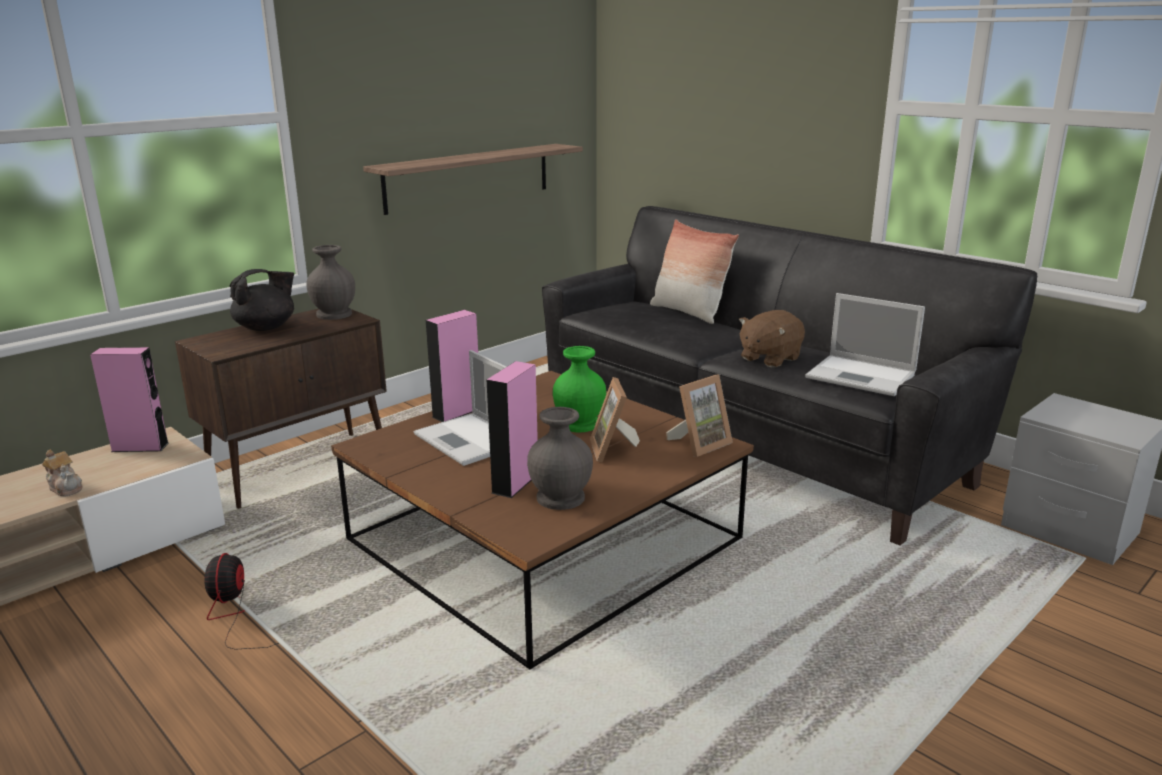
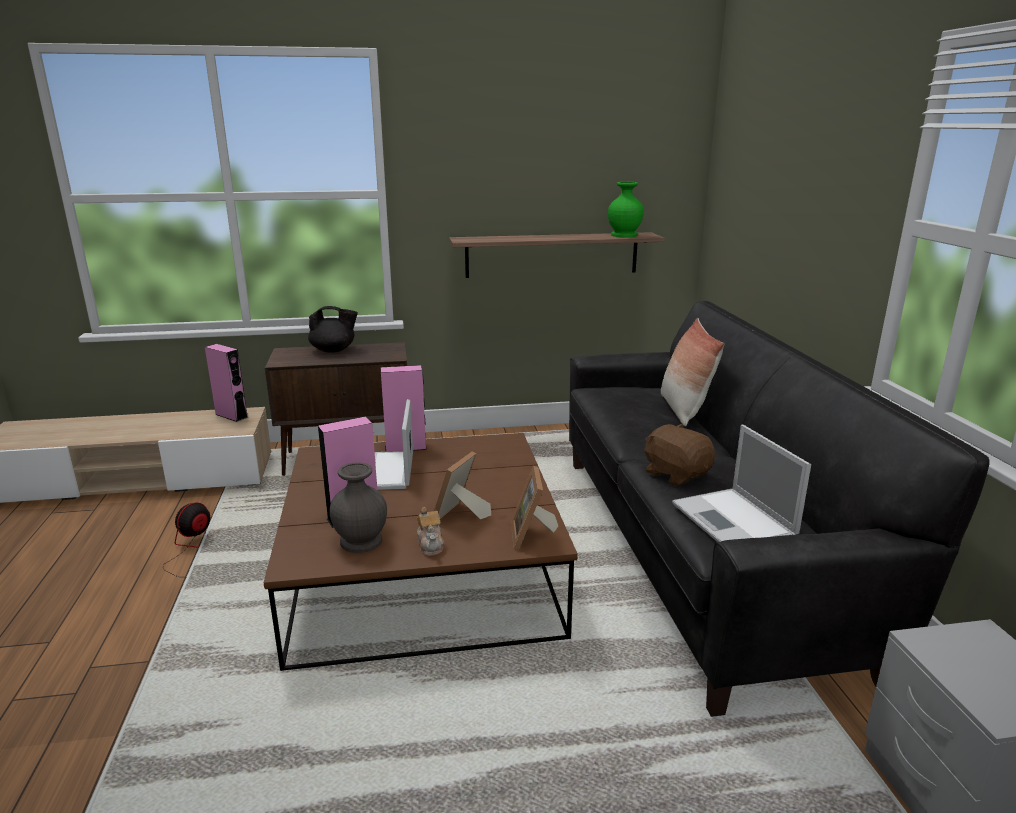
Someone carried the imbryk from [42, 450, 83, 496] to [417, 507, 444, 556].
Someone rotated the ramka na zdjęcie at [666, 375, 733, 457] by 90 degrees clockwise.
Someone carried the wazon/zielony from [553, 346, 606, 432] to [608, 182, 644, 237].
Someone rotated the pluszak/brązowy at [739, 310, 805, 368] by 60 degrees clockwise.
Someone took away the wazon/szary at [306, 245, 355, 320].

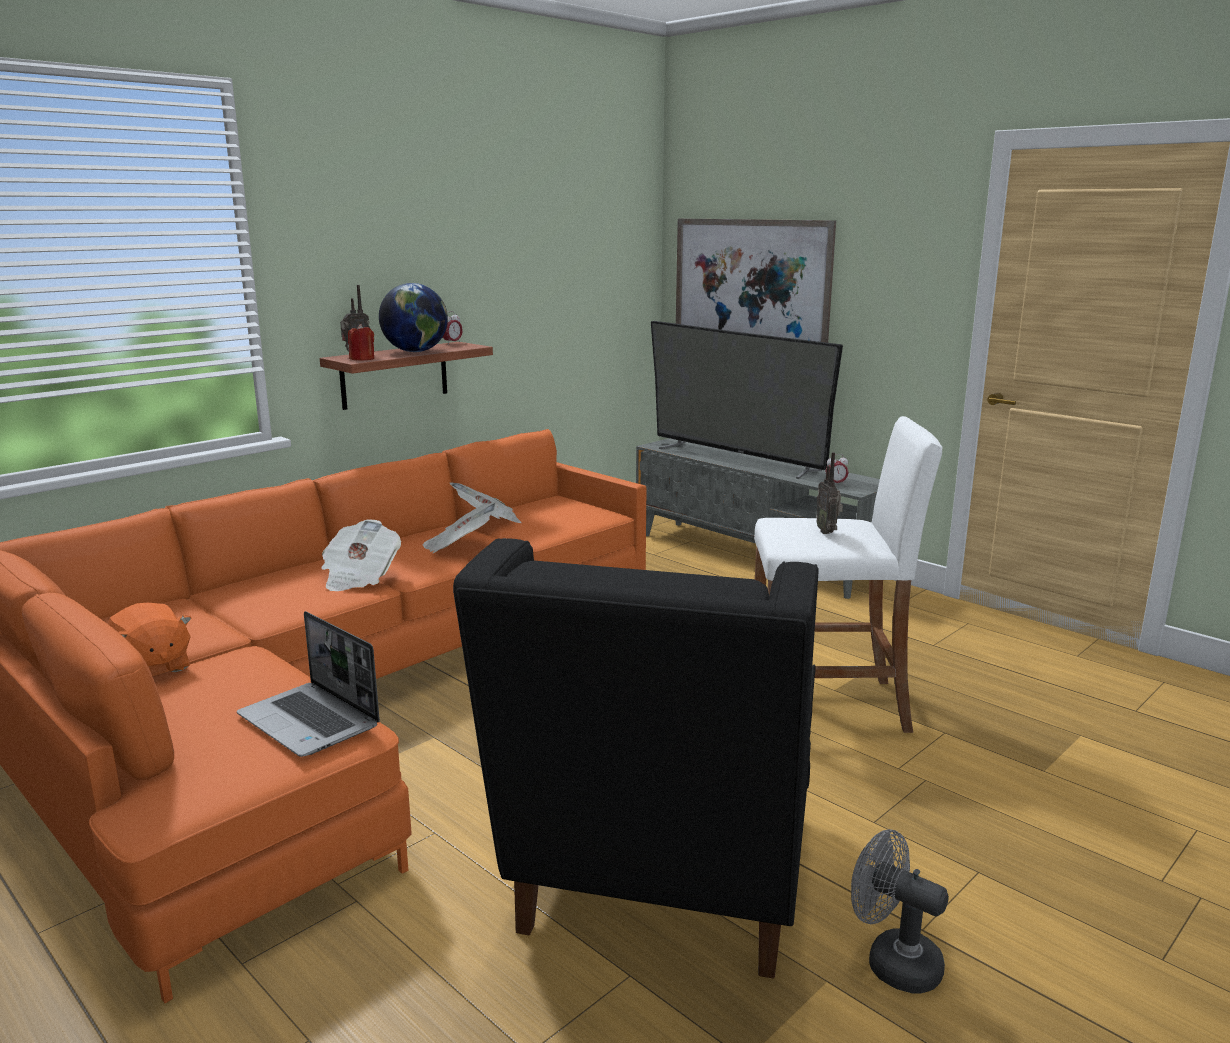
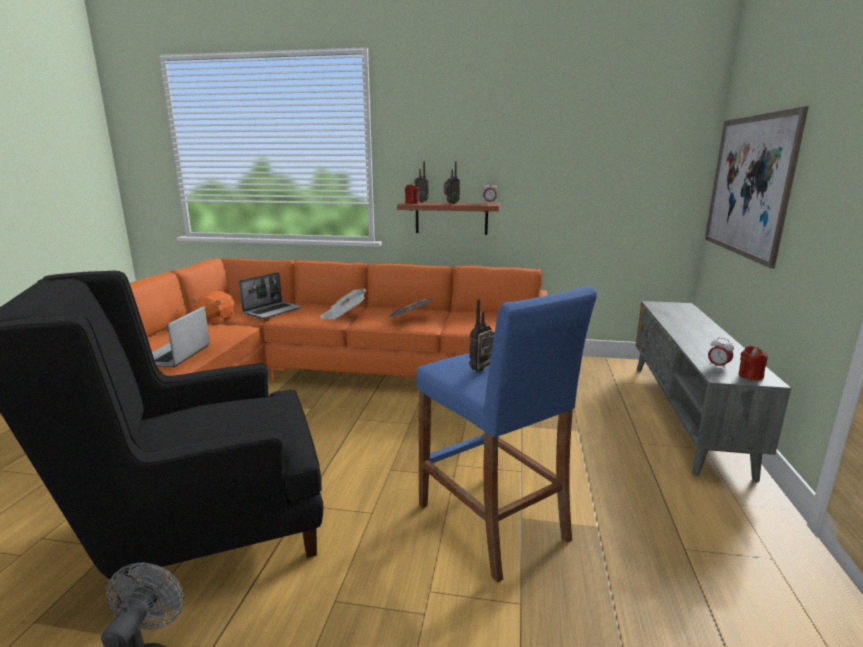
Someone put down the laptop at [239, 272, 302, 319].
Someone repainted the stołek/biały at [754, 416, 942, 733], which became the stołek/niebieski at [416, 286, 597, 583].
Someone swapped the globus at [379, 283, 448, 352] for the radio at [444, 161, 460, 204].
Someone put down the świeca/czerwony at [738, 346, 768, 380].
Someone took away the gazeta at [450, 482, 521, 523].
Someone took away the telewizor at [651, 321, 843, 479].

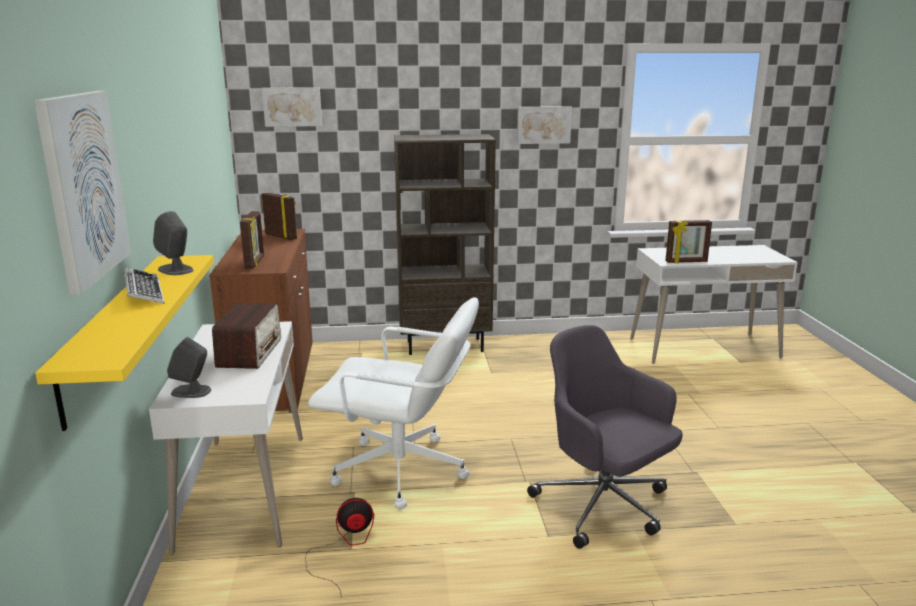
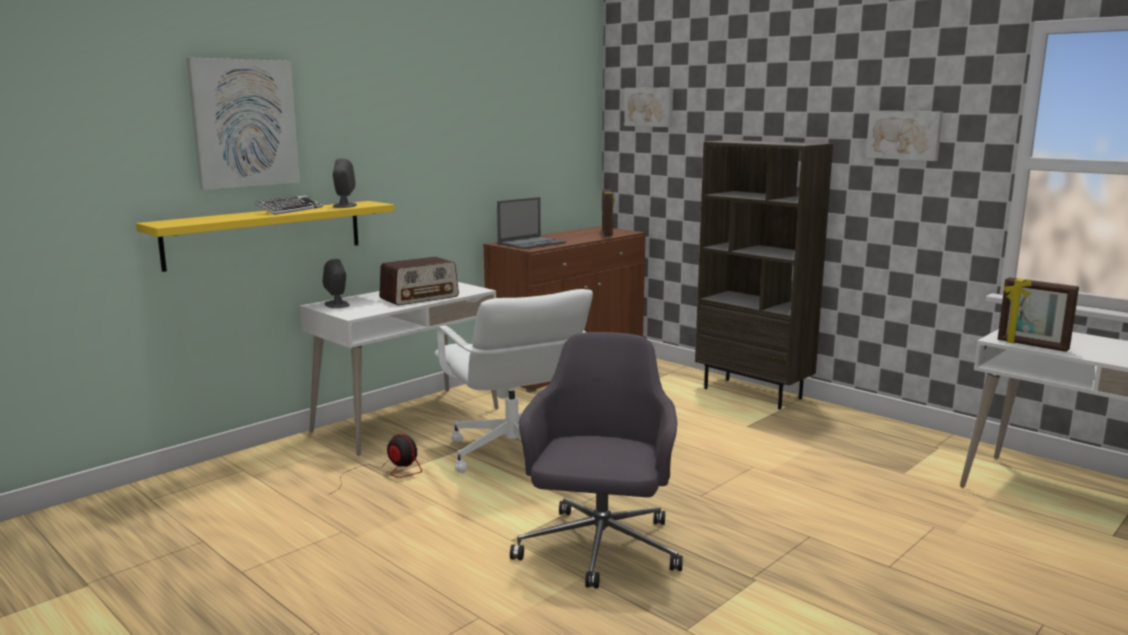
Someone swapped the ramka na zdjęcie at [240, 211, 264, 269] for the laptop at [497, 197, 566, 249].

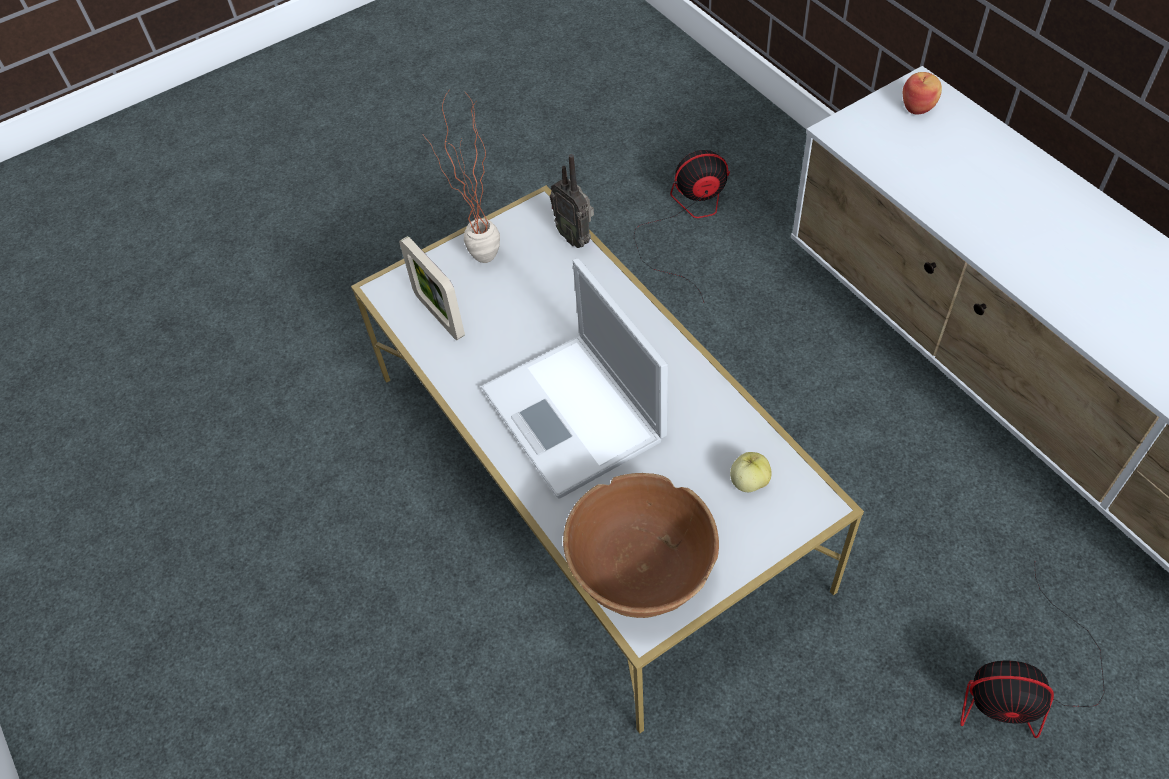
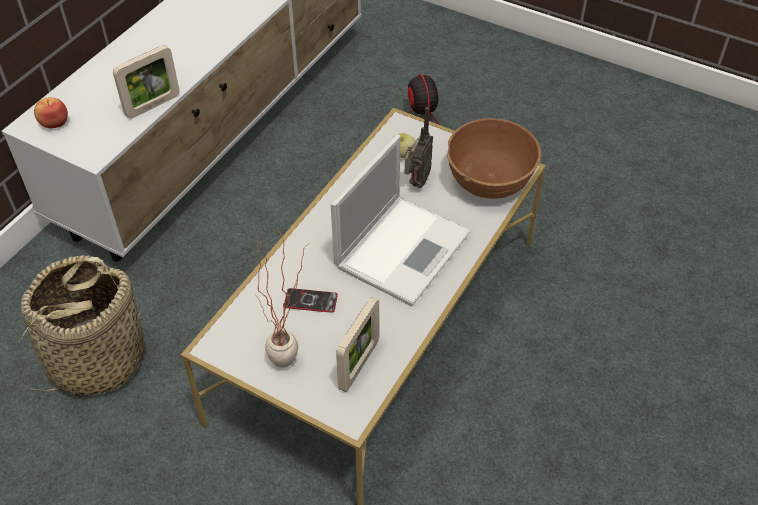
Someone swapped the wentylator at [633, 150, 730, 302] for the koszyk at [19, 255, 144, 397].
Someone put down the ramka na zdjęcie at [113, 45, 180, 119].
Someone put down the telefon at [284, 288, 338, 313].
Someone carried the radio from [550, 154, 594, 248] to [405, 107, 433, 188].

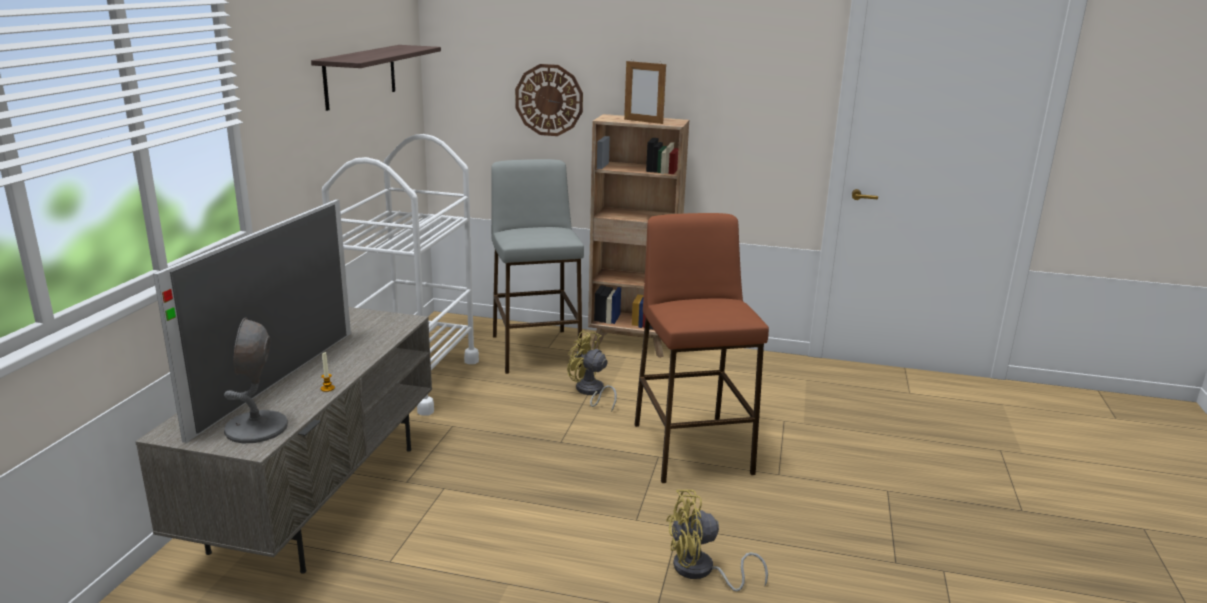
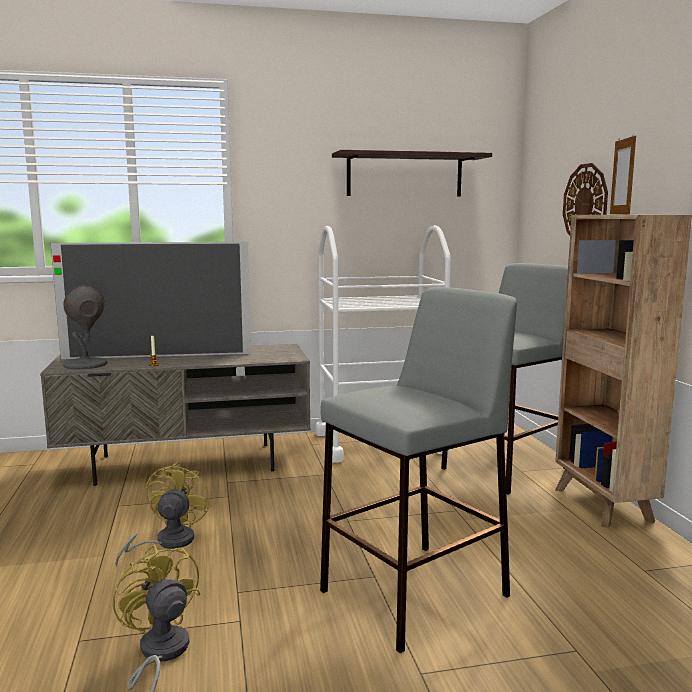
Someone carried the wentylator/żółty from [567, 331, 617, 412] to [115, 462, 211, 566].
Someone repainted the stołek/brązowy at [635, 213, 769, 483], which became the stołek/szary at [320, 287, 517, 653].

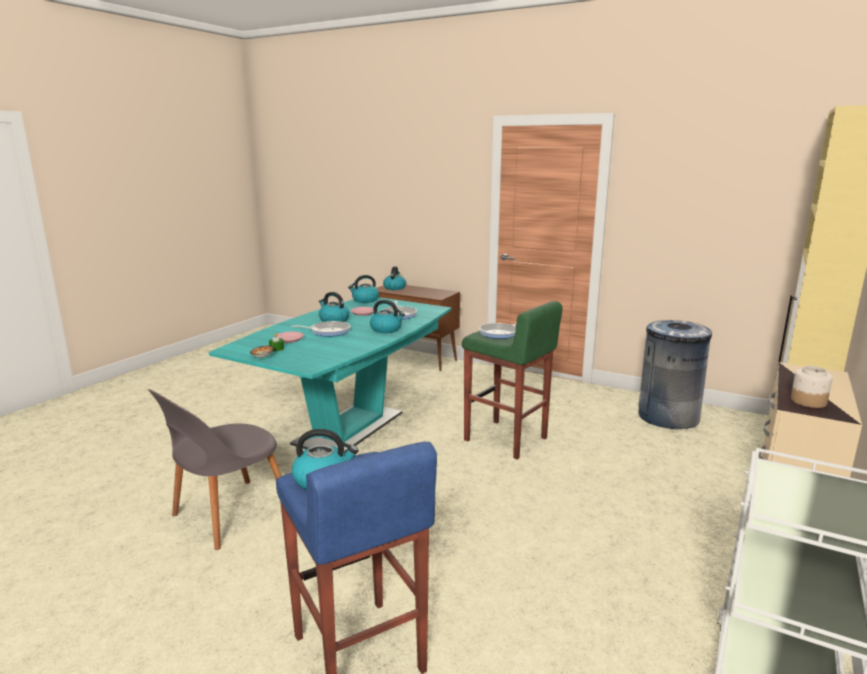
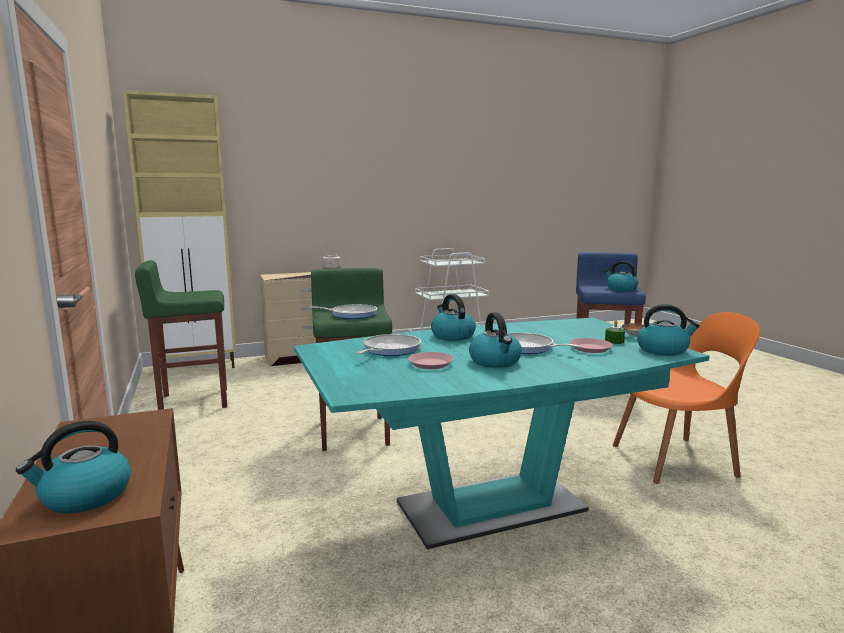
Someone swapped the kosz na śmieci/szary at [638, 320, 712, 429] for the stołek/zielony at [135, 260, 227, 410].
Someone repainted the krzesło/szary at [148, 389, 281, 550], which became the krzesło/pomarańczowy at [613, 312, 760, 484].
Someone carried the czajnik from [348, 275, 379, 303] to [637, 304, 700, 356].

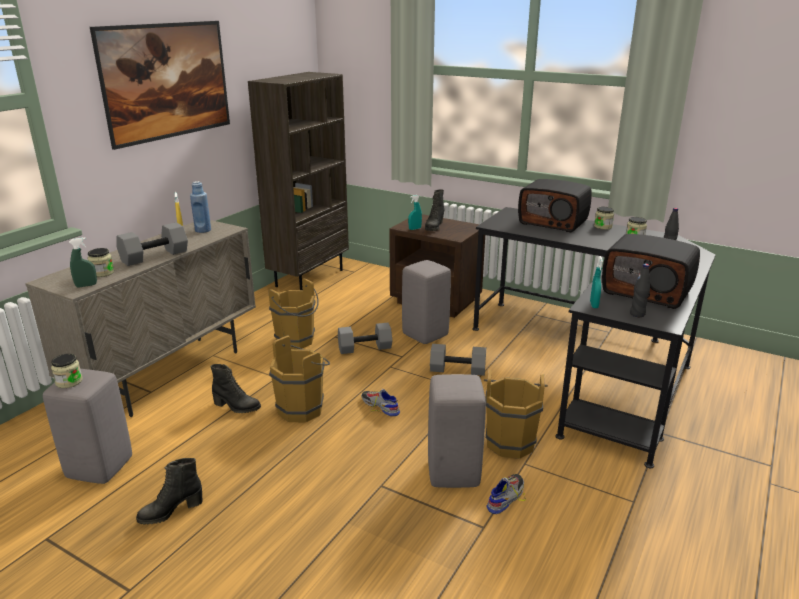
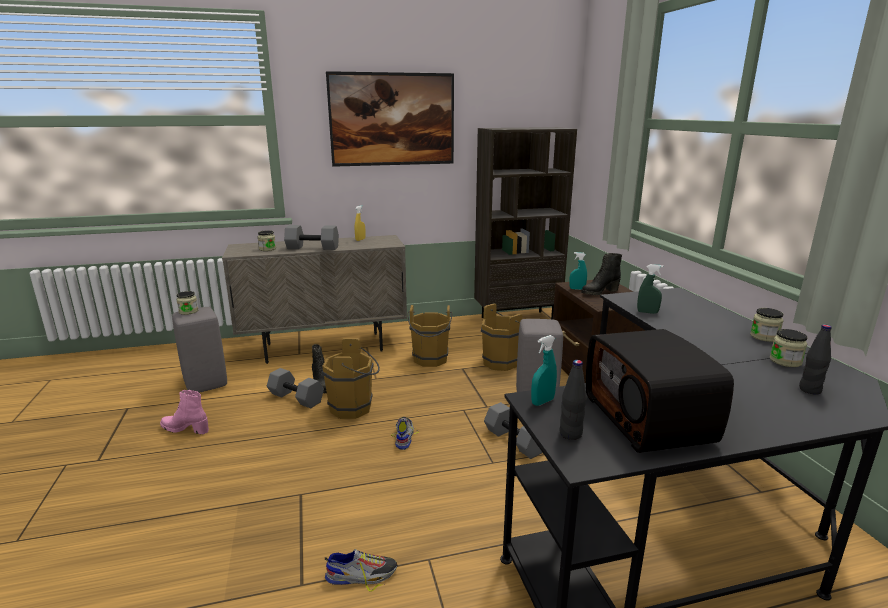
Someone repainted the but z cholewką/czarny at [136, 458, 203, 524], which became the but z cholewką/różowy at [160, 390, 209, 434].
Someone carried the hantel/szary from [338, 322, 392, 354] to [267, 368, 324, 408].
Someone carried the wiadro/brązowy from [484, 370, 548, 459] to [481, 303, 522, 371].
Someone carried the spryskiwacz/zielony from [69, 238, 97, 288] to [637, 264, 663, 314].
Someone took away the butelka/niebieski at [190, 181, 211, 233].
Someone took away the stołek/szary at [428, 374, 486, 488].
Someone took away the radio at [518, 179, 592, 233].

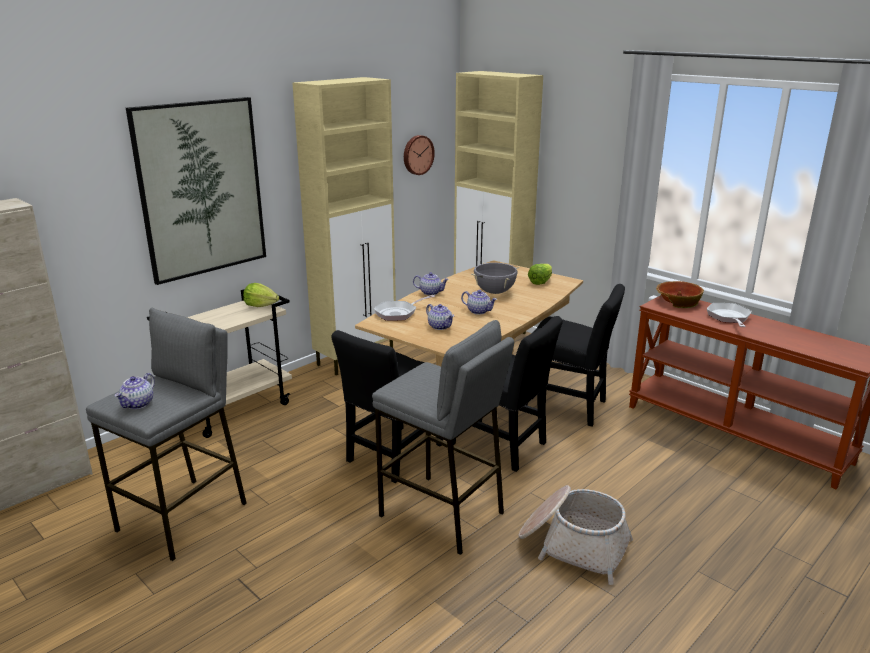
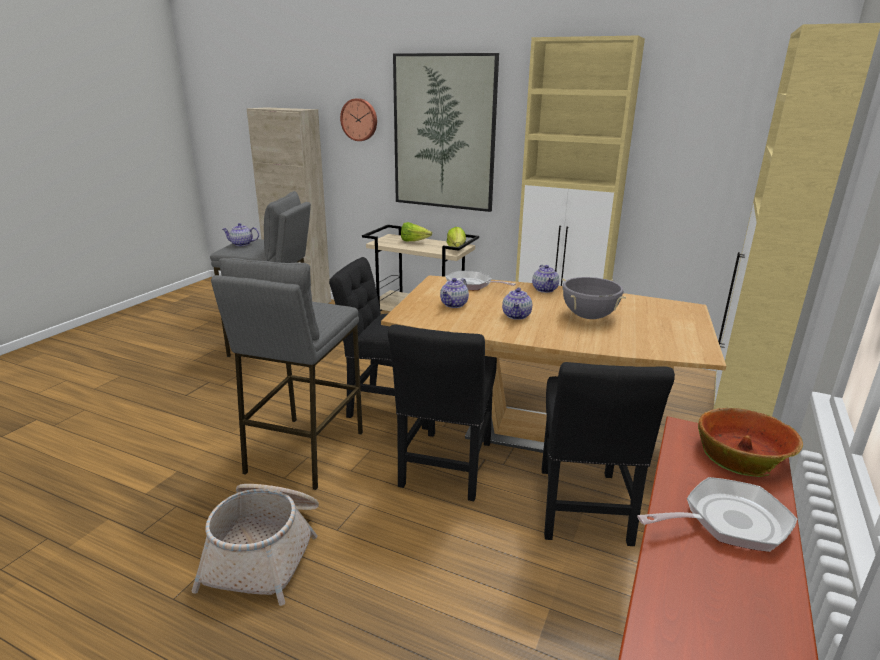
Someone carried the zegar ścienny from [404, 135, 435, 175] to [340, 98, 377, 141].
Someone carried the sałata from [528, 264, 552, 285] to [401, 222, 432, 242].

